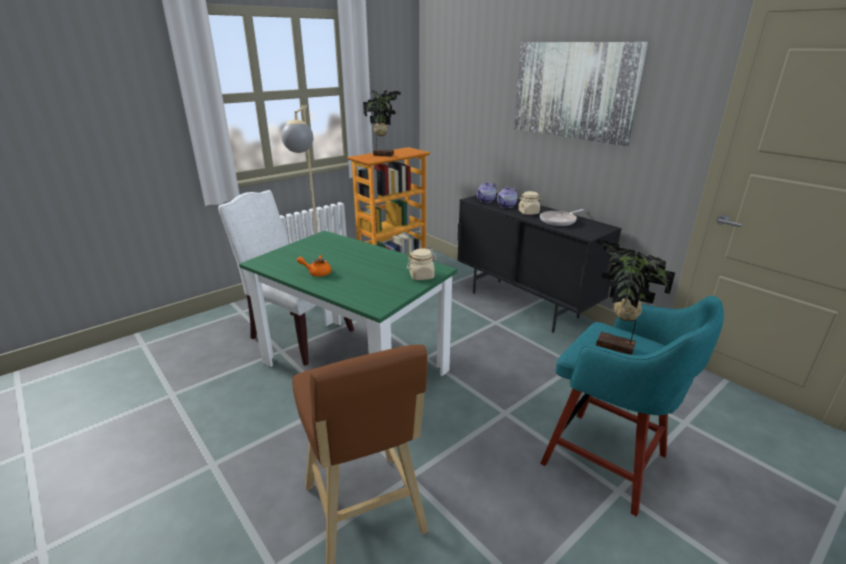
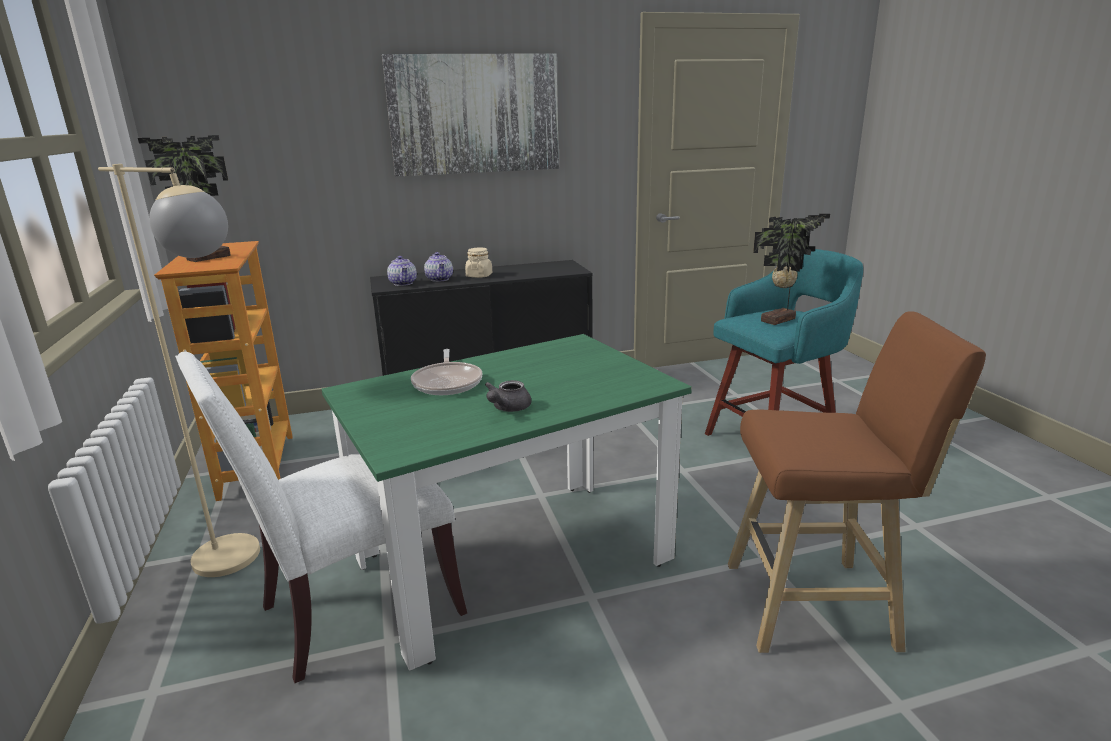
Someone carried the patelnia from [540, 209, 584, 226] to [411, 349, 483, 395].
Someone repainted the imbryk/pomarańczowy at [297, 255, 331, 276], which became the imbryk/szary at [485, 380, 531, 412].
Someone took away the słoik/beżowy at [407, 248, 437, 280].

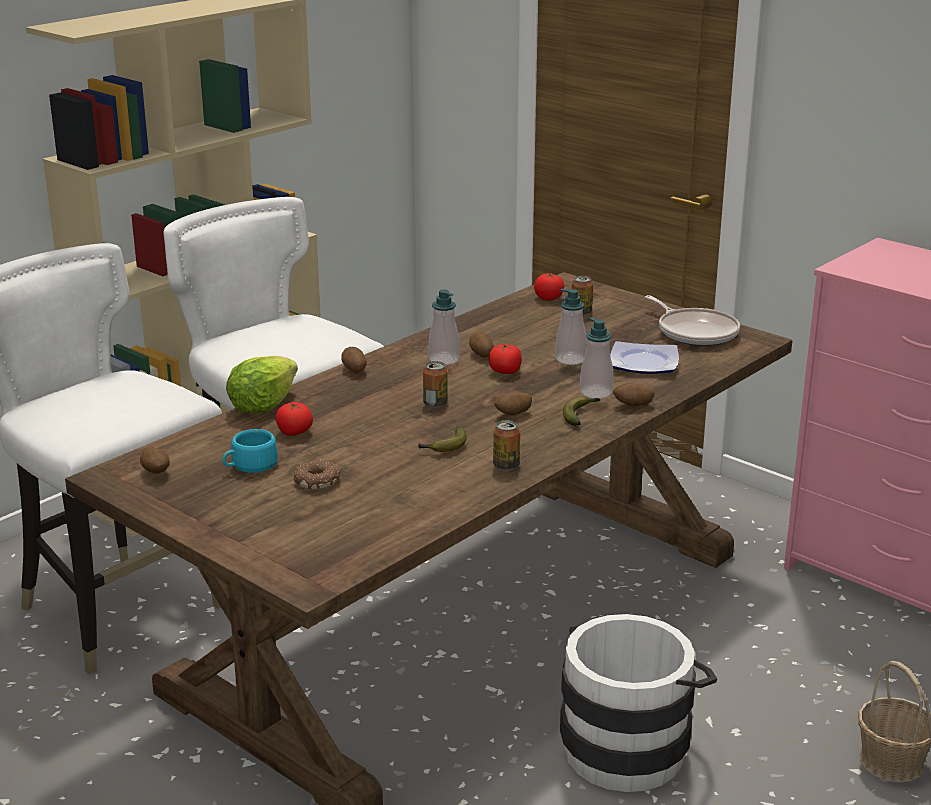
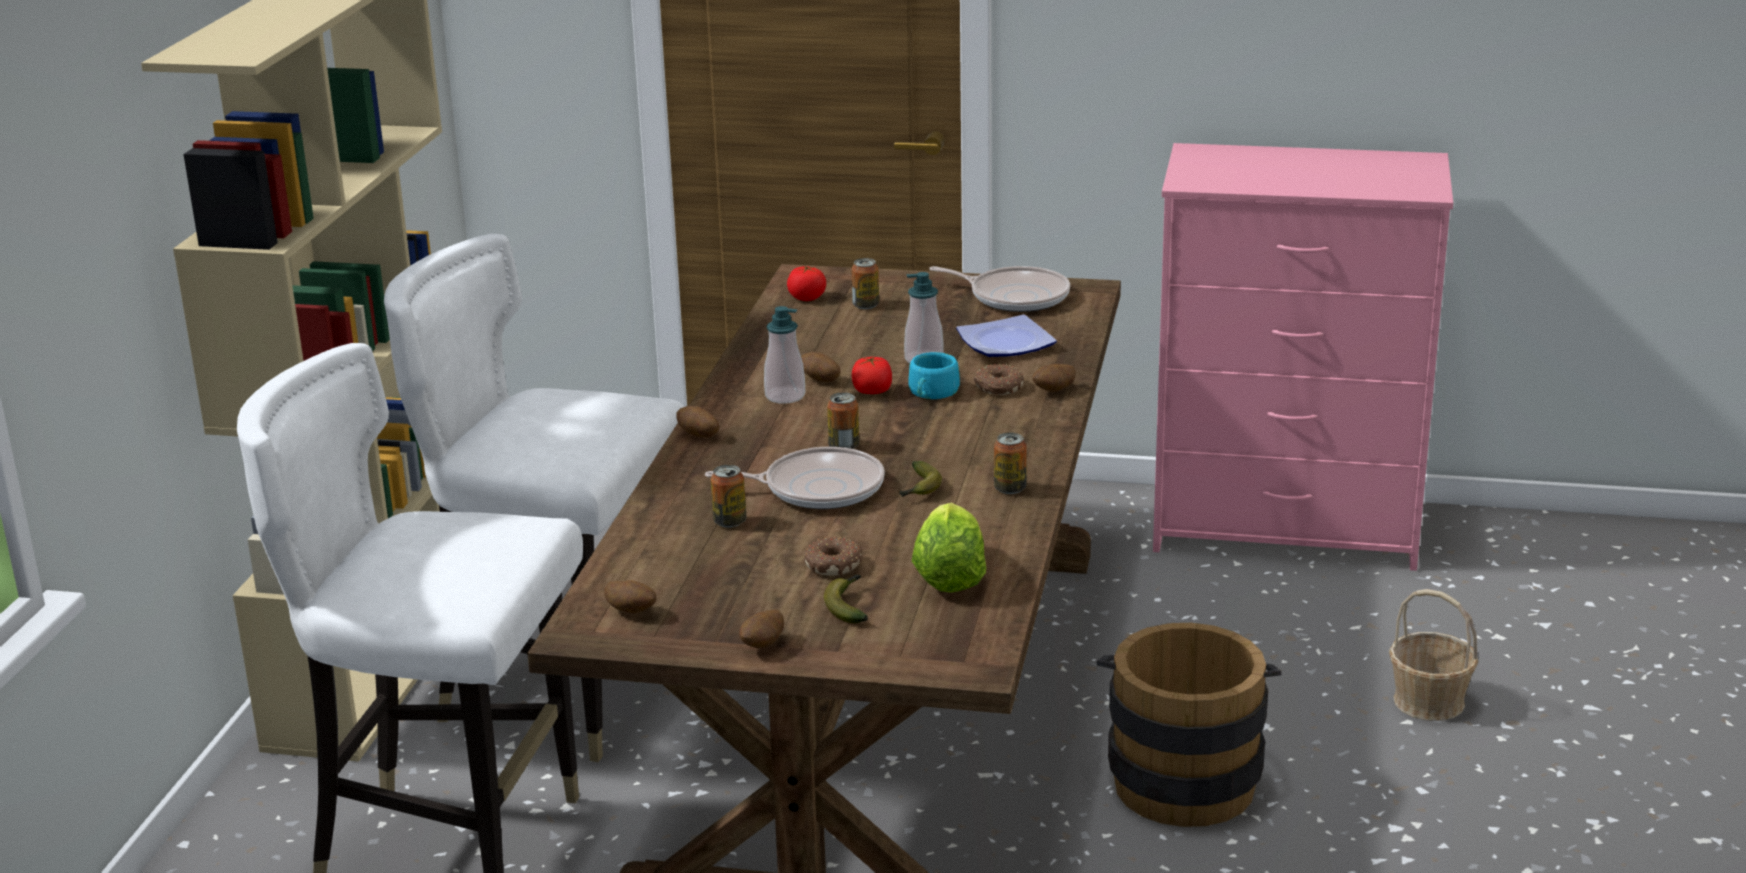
Someone put down the patelnia at [705, 447, 885, 509].
Someone swapped the pomidor at [276, 402, 313, 436] for the puszka at [711, 465, 746, 528].
Someone carried the ziemniak from [494, 392, 532, 415] to [739, 609, 784, 648].
Someone carried the banan from [563, 396, 600, 426] to [824, 575, 868, 623].
Someone carried the filiżanka/turkusowy from [222, 429, 278, 473] to [909, 352, 960, 399].
Someone carried the sałata from [226, 356, 298, 414] to [912, 503, 986, 593].
Someone swapped the dozownik mydła at [580, 317, 613, 399] for the donut at [973, 364, 1024, 395].
Someone repainted the wiadro/biały at [560, 614, 717, 792], which became the wiadro/brązowy at [1097, 623, 1281, 827].

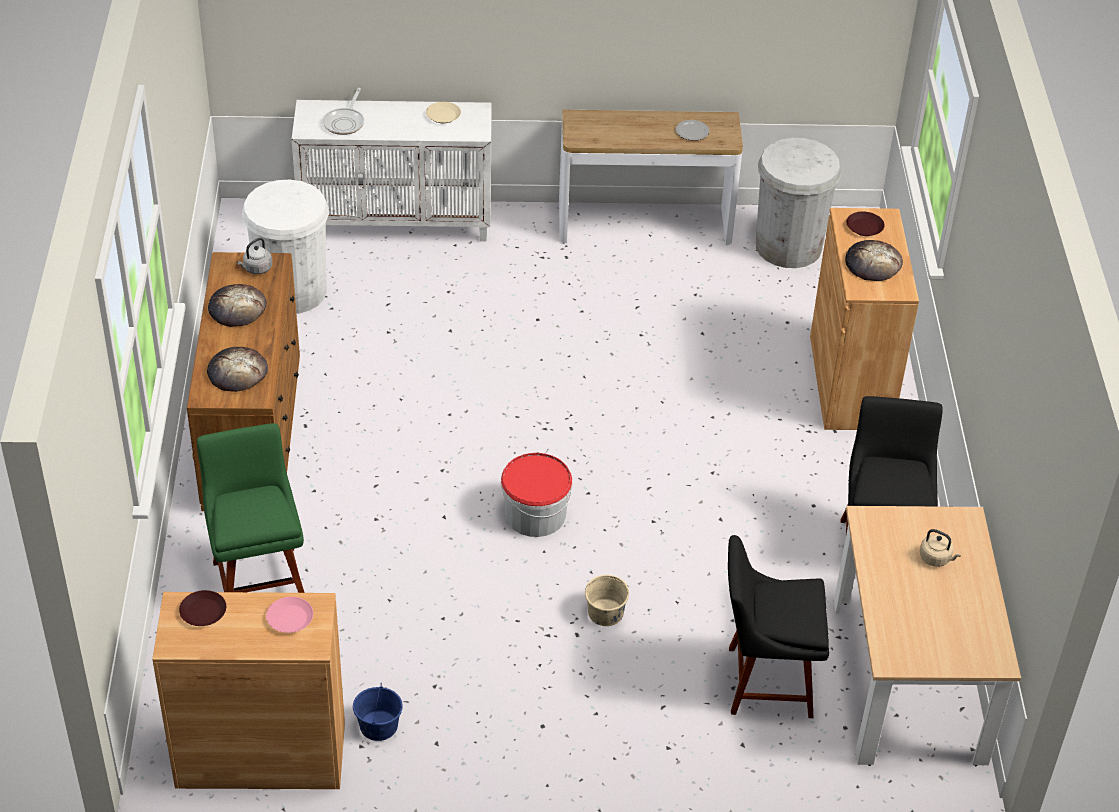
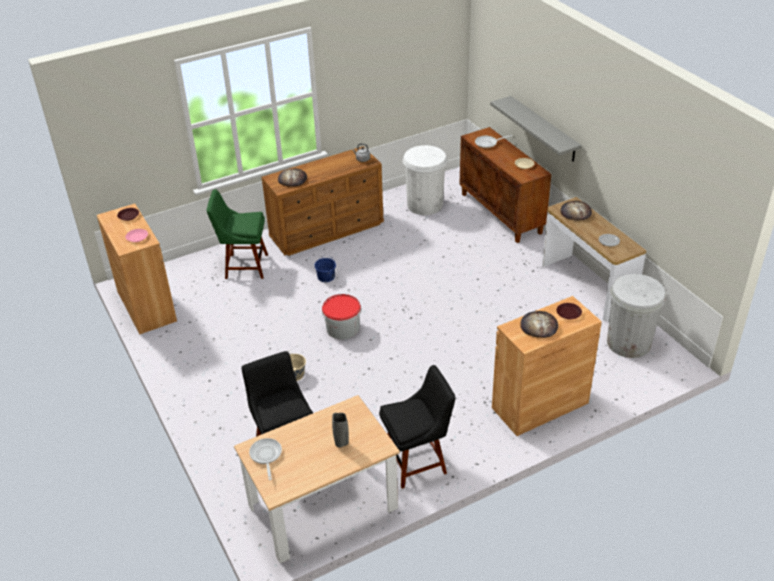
Someone rotated the krzesło/zielony at [197, 423, 305, 593] by 135 degrees counterclockwise.
Someone put down the patelnia at [249, 438, 282, 480].
Someone carried the wiadro/niebieski from [353, 683, 403, 741] to [314, 256, 336, 282].
Someone swapped the czajnik/beżowy at [919, 529, 961, 567] for the wazon/szary at [332, 413, 349, 447].
Someone repainted the szafka/biały at [292, 100, 492, 242], which became the szafka/brązowy at [459, 127, 551, 243].
Someone put up the półka/szary at [490, 96, 582, 162].
Someone carried the chleb from [208, 284, 267, 327] to [561, 201, 592, 221].

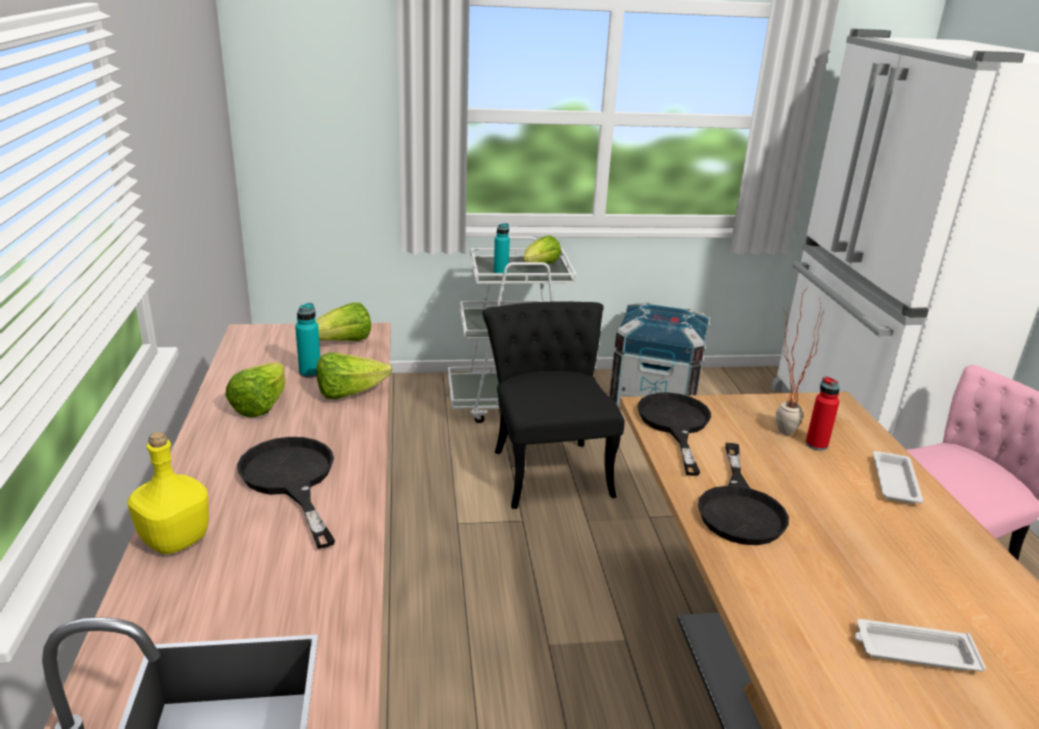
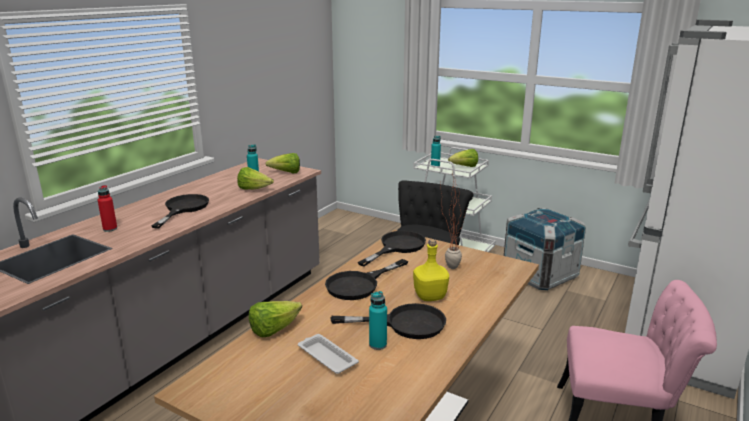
Someone carried the butelka/czerwony from [805, 377, 840, 451] to [98, 185, 117, 232].
Someone carried the sałata from [225, 362, 285, 417] to [249, 301, 302, 337].
Someone put down the patelnia/czarny at [330, 303, 446, 339].
Someone put down the butelka/turkusowy at [369, 291, 387, 350].
Someone carried the butelka/żółty from [127, 432, 209, 554] to [413, 239, 449, 301].
Someone took away the taca/biały at [873, 451, 924, 504].

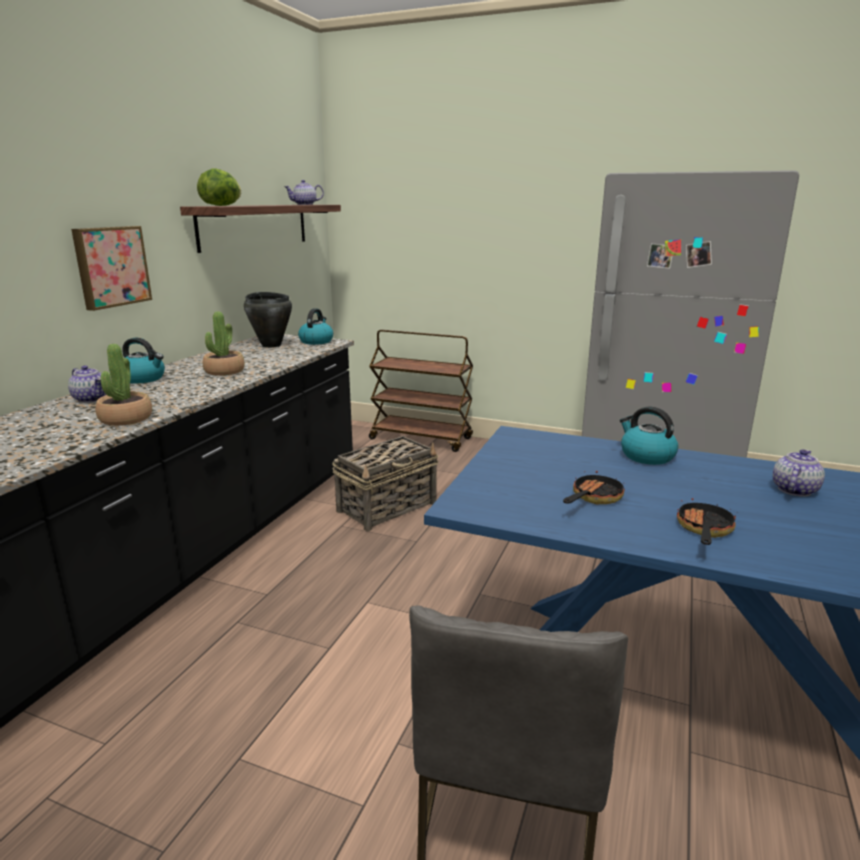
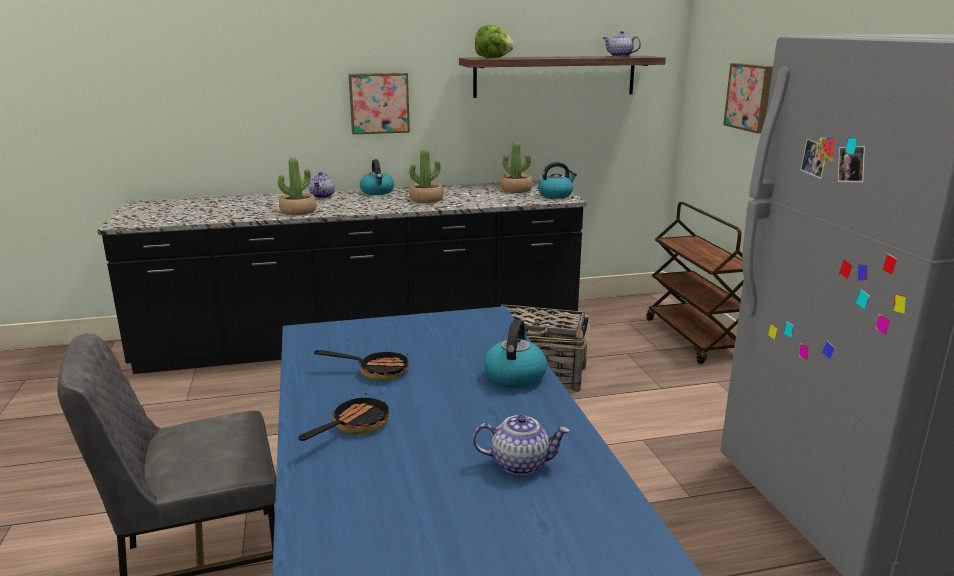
Someone rotated the patelnia at [677, 491, 736, 545] by 45 degrees counterclockwise.
Someone swapped the garnek/czarny at [244, 292, 292, 348] for the roślina doniczkowa at [500, 141, 533, 193].
Someone put up the obraz at [723, 63, 773, 134].

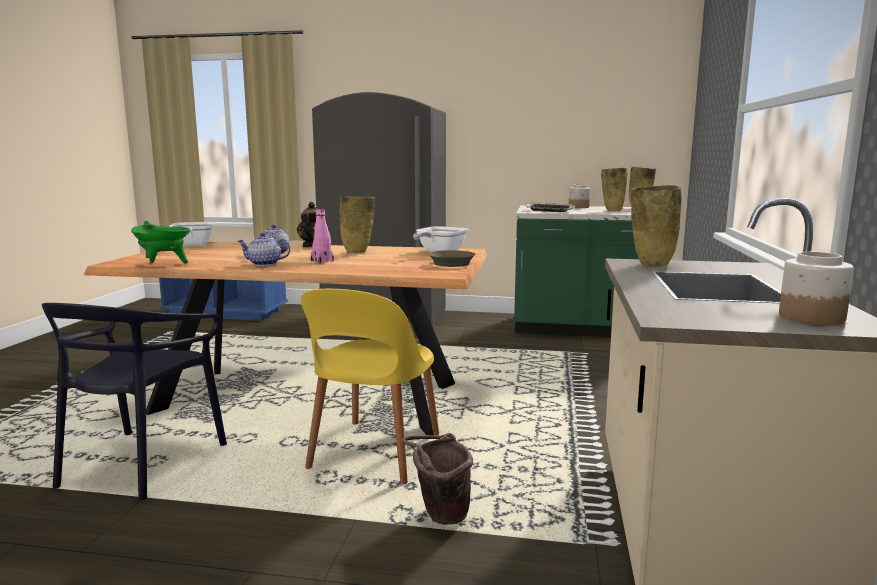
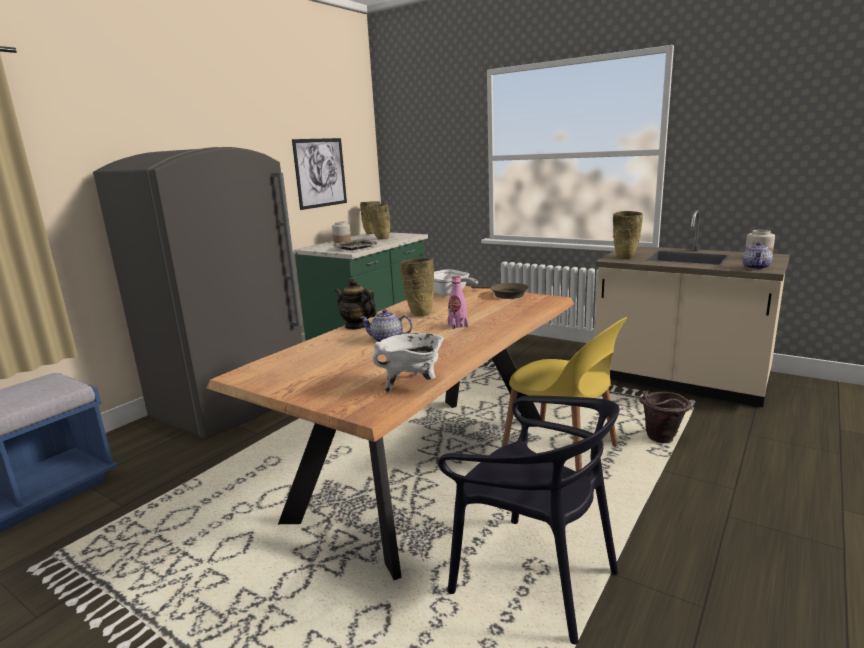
Someone put up the obraz at [292, 138, 347, 210].
Someone repainted the garnek/zielony at [131, 221, 190, 264], which became the garnek/biały at [372, 333, 444, 392].
Someone carried the imbryk from [238, 233, 291, 266] to [742, 242, 773, 270].
Someone took away the patelnia at [169, 222, 215, 246].

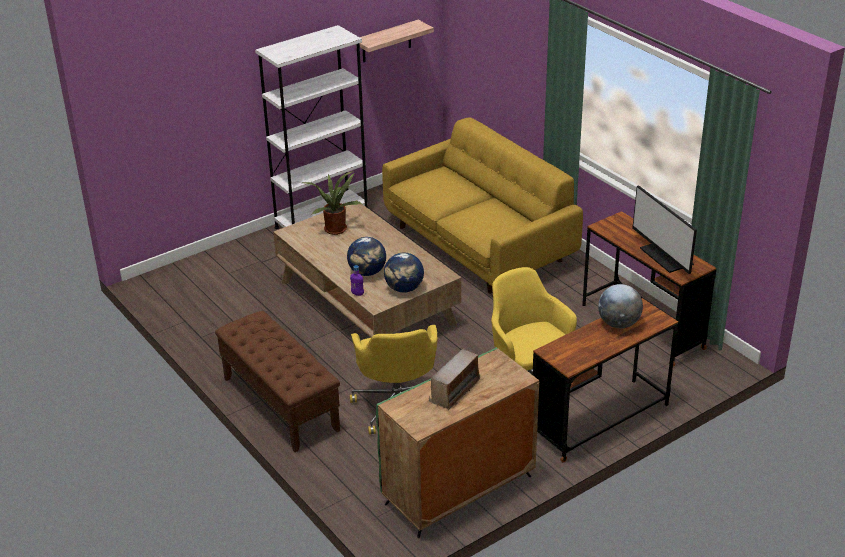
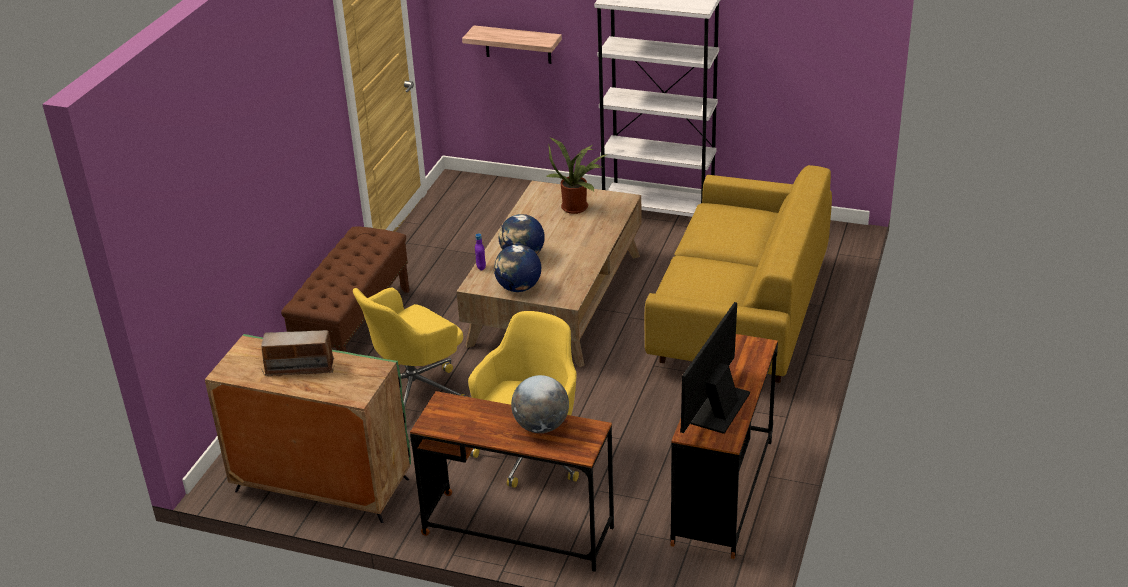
Someone carried the półka from [355, 20, 434, 62] to [462, 26, 562, 64].

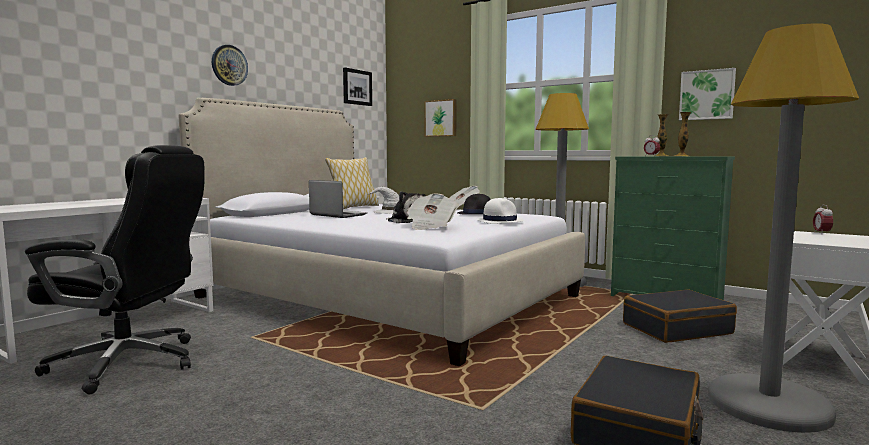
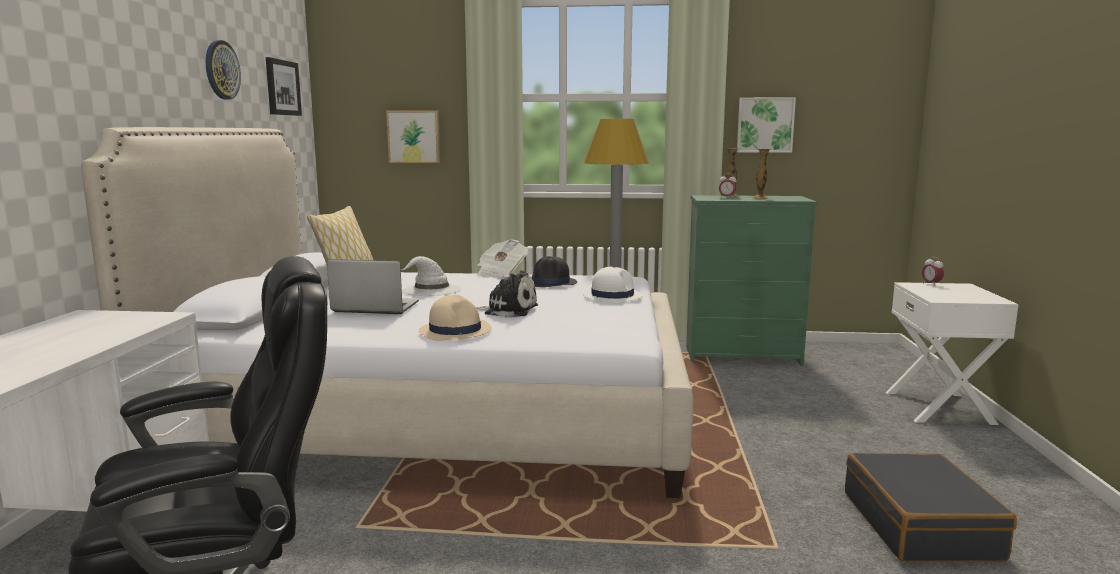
Someone carried the zegar ścienny from [212, 45, 248, 86] to [206, 40, 241, 100].
Someone put down the kapelusz/beżowy at [419, 295, 492, 341].
Someone took away the gazeta at [407, 193, 459, 230].
Someone took away the walizka/czarny at [623, 289, 737, 343].
Someone took away the lampa stojąca/szary at [708, 23, 859, 433].

